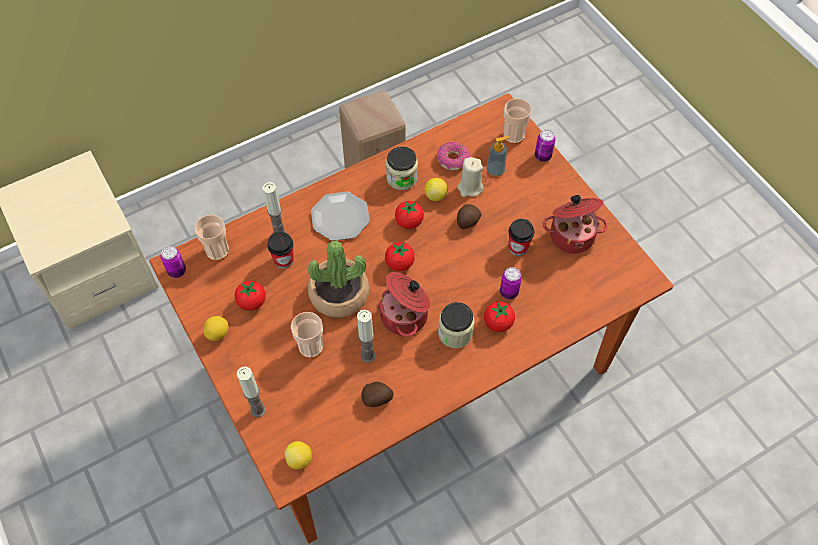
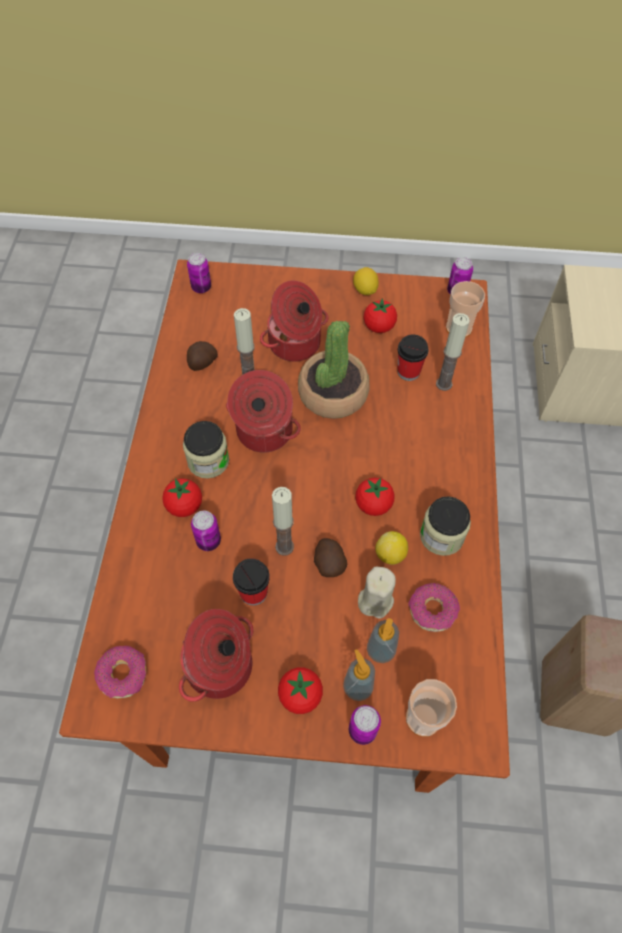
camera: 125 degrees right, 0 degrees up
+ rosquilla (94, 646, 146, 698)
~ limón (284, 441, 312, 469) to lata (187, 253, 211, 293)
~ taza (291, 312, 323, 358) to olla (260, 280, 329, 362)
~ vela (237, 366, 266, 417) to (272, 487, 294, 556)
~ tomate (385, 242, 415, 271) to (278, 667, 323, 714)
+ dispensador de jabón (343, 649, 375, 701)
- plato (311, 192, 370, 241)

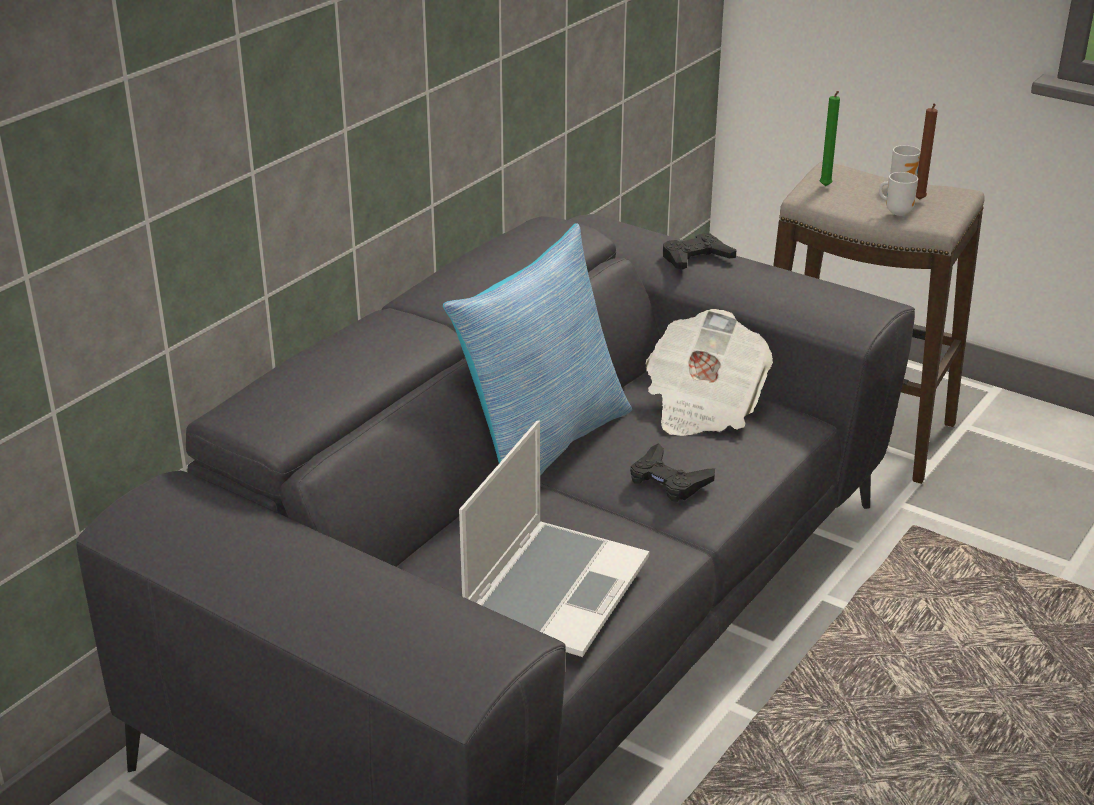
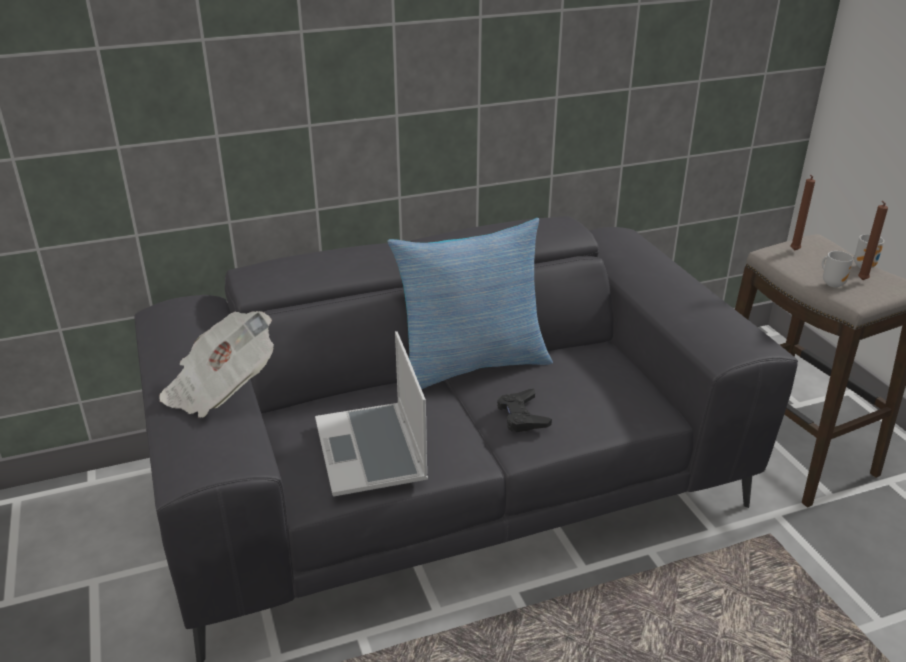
camera: 35 degrees right, 0 degrees up
~ periódico (645, 309, 773, 436) to (159, 311, 274, 418)
~ portátil (459, 420, 649, 657) = (315, 331, 428, 497) 105 degrees clockwise
~ vela [verde] (820, 91, 840, 186) to vela [marrón] (790, 175, 815, 250)
- mando de consola [negro] (663, 233, 736, 270)

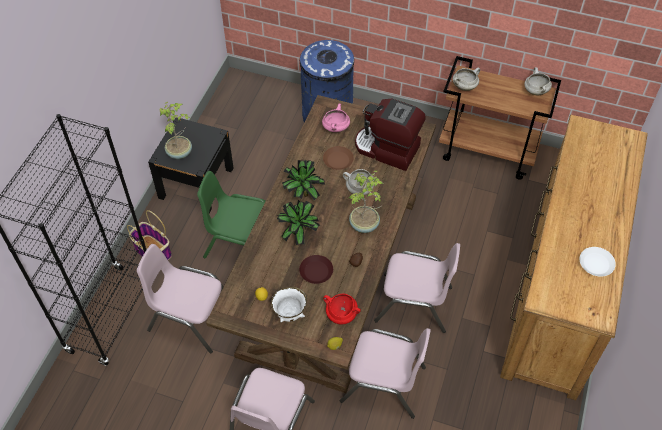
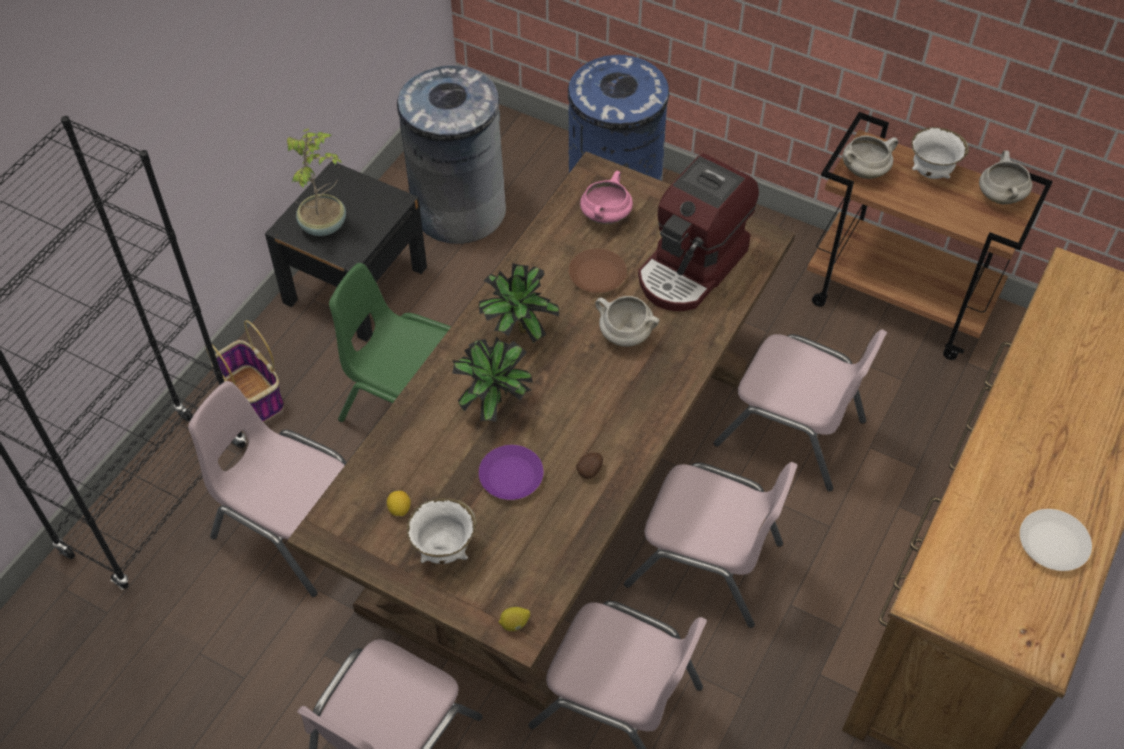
camera: 10 degrees right, 0 degrees up
+ papelera [gris] (397, 65, 506, 244)
~ plato [marrón] (299, 255, 333, 284) to plato [morado] (479, 445, 543, 500)
~ cafetera (355, 99, 426, 171) = (638, 153, 759, 311) 90 degrees counterclockwise
+ silla [rosa] (714, 329, 887, 491)
+ cuenco [blanco] (911, 127, 969, 179)
- olla [rojo] (323, 294, 361, 324)
- planta en maceta (349, 171, 383, 233)

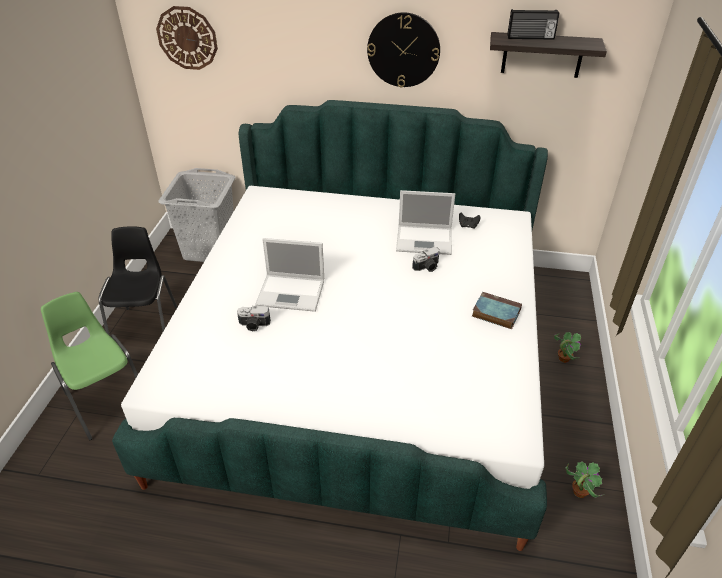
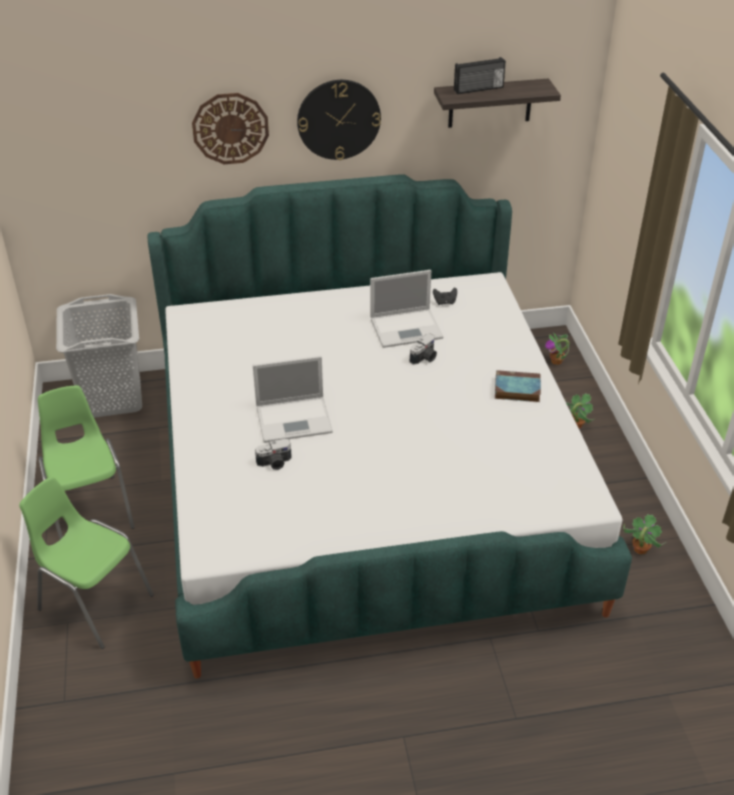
camera: 20 degrees left, 0 degrees up
~ silla [negro] (99, 226, 177, 336) to silla [verde] (38, 385, 135, 540)
~ reloj de pared (156, 6, 218, 70) to (192, 93, 269, 164)
+ planta en maceta (545, 334, 570, 365)

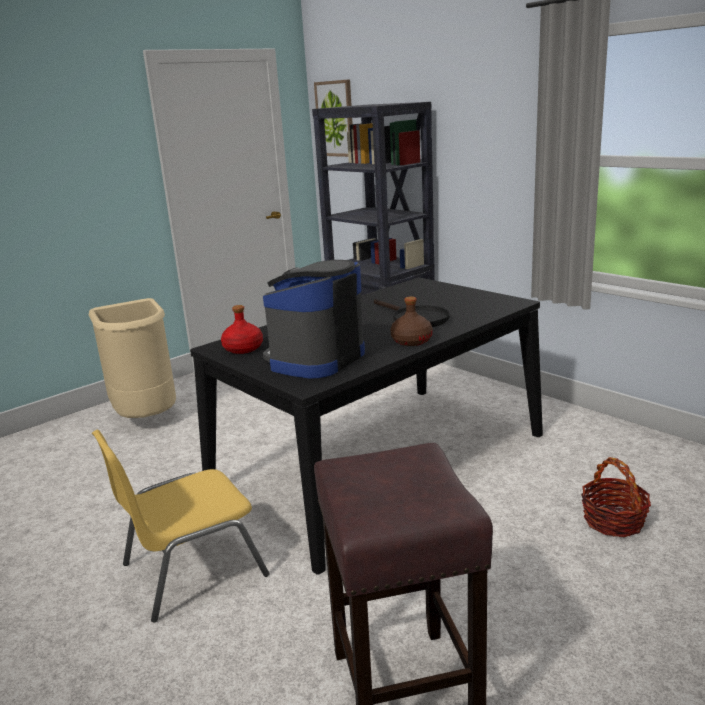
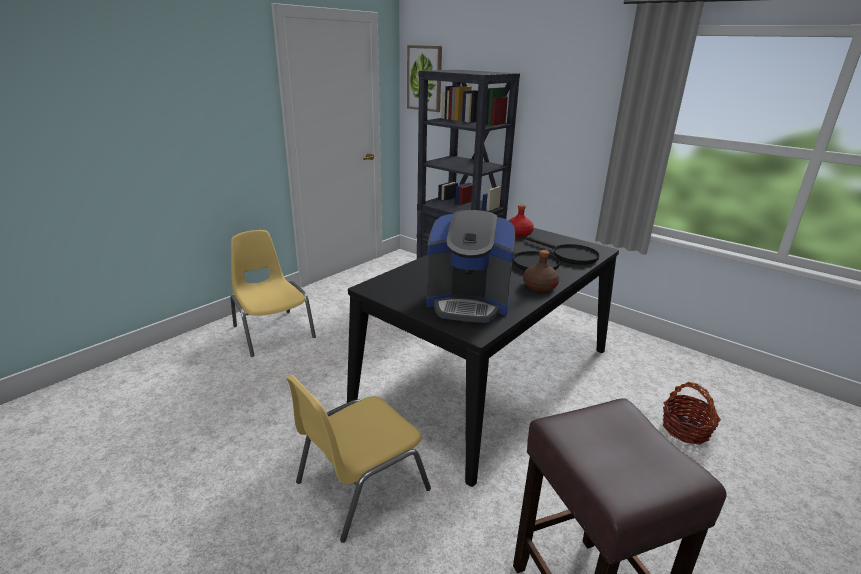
camera: 10 degrees left, 5 degrees up
~ papelera [beis] (89, 298, 176, 418) to silla [amarillo] (230, 230, 316, 357)
~ cafetera (263, 260, 365, 379) = (426, 210, 515, 323) 105 degrees counterclockwise
~ botella [rojo] (221, 305, 263, 354) to (508, 205, 534, 237)
+ sartén [negro] (526, 236, 599, 265)

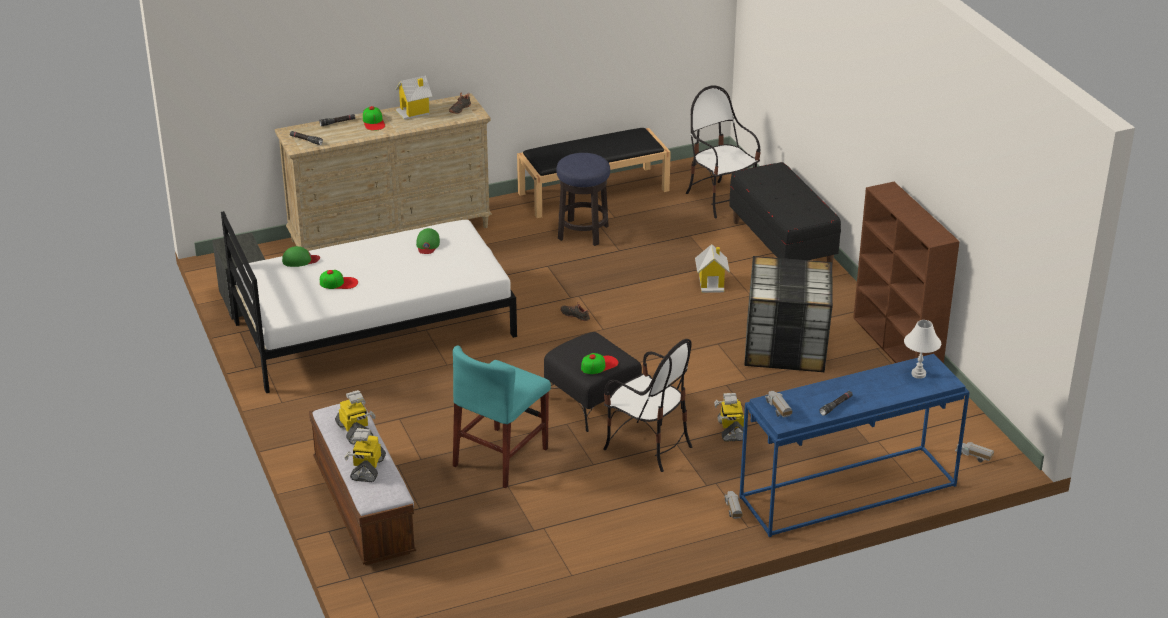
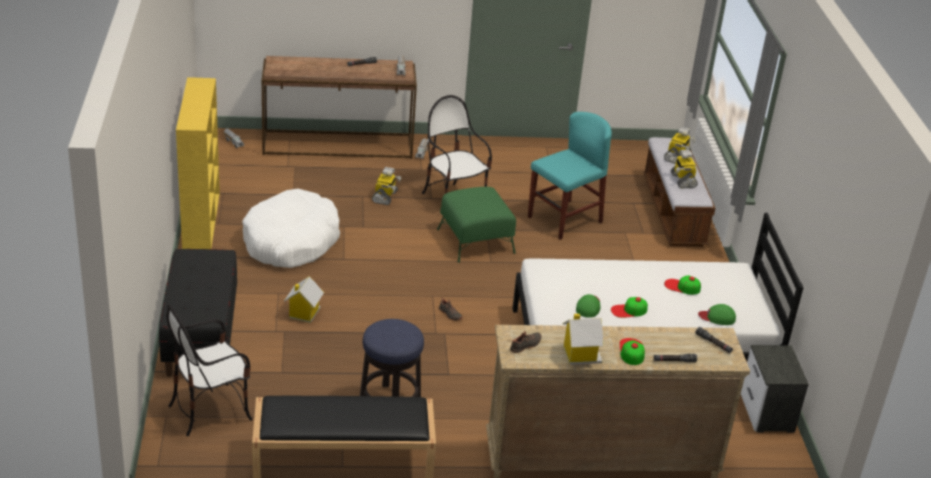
camera: 165 degrees left, 0 degrees up
~ silla (686, 85, 761, 219) = (167, 304, 253, 436) 75 degrees clockwise
~ estantería [marrón] (853, 182, 960, 364) to estantería [amarillo] (176, 77, 220, 249)
~ caja de almacenaje (744, 256, 833, 372) to cama para perro [blanco] (242, 189, 340, 268)
~ mesa consola [azul] (739, 354, 970, 537) to mesa consola [marrón] (262, 56, 417, 159)
~ puf [negro] (544, 332, 642, 432) to puf [verde] (437, 187, 516, 263)
~ gorra (581, 353, 618, 374) to (611, 297, 648, 318)
- lámpara de mesa [blanco] (904, 320, 941, 379)

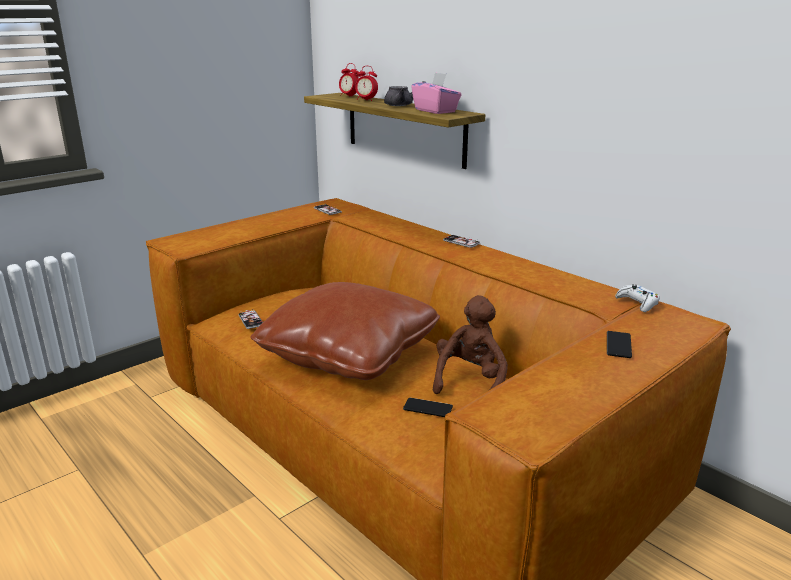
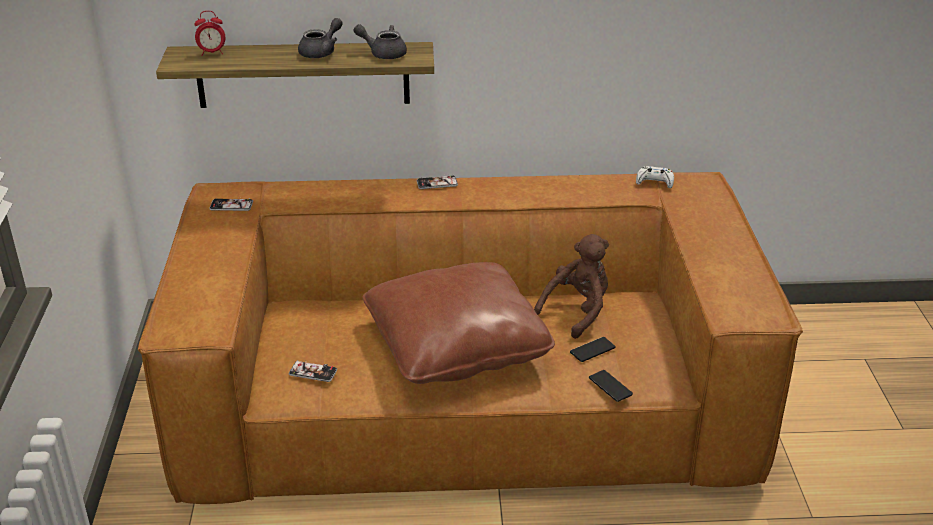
camera: 50 degrees left, 10 degrees up
~ caja de pañuelos [rosa] (411, 72, 462, 114) to tetera [gris] (353, 24, 407, 59)
~ peluche [marrón] (433, 295, 508, 394) = (534, 234, 609, 339) 75 degrees clockwise
~ móvil (607, 331, 632, 358) to (589, 370, 633, 402)
- despertador (355, 66, 378, 101)

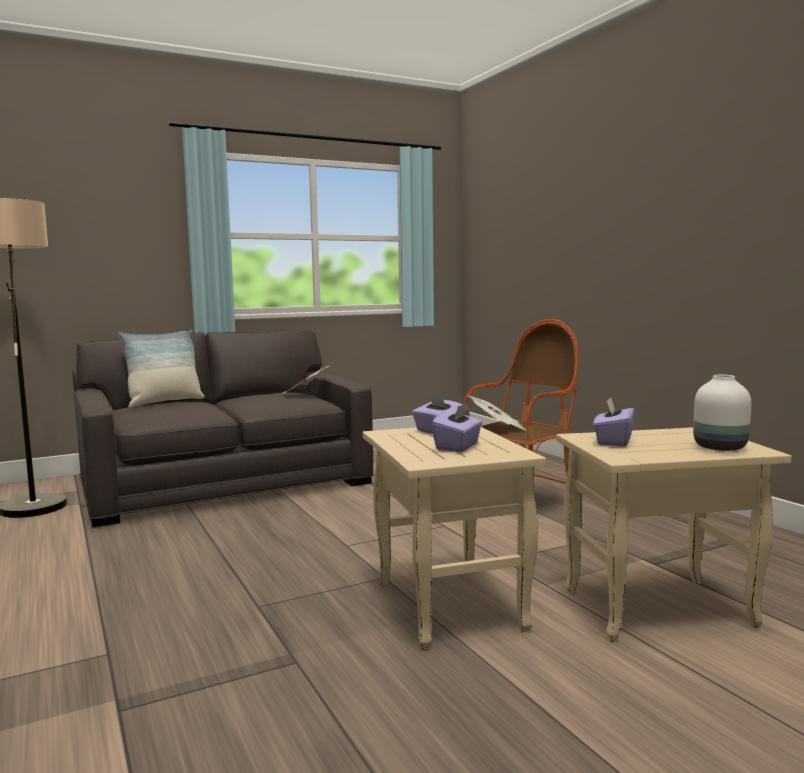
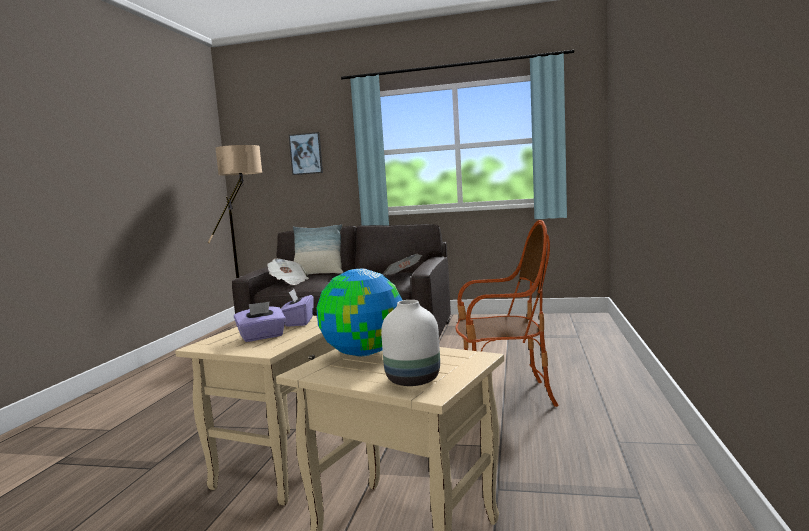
camera: 40 degrees right, 0 degrees up
~ periódico (467, 395, 527, 431) to (267, 259, 309, 285)
+ cuadro (289, 132, 323, 175)
~ caja de pañuelos [morado] (594, 398, 635, 447) to globo terráqueo (316, 269, 402, 356)

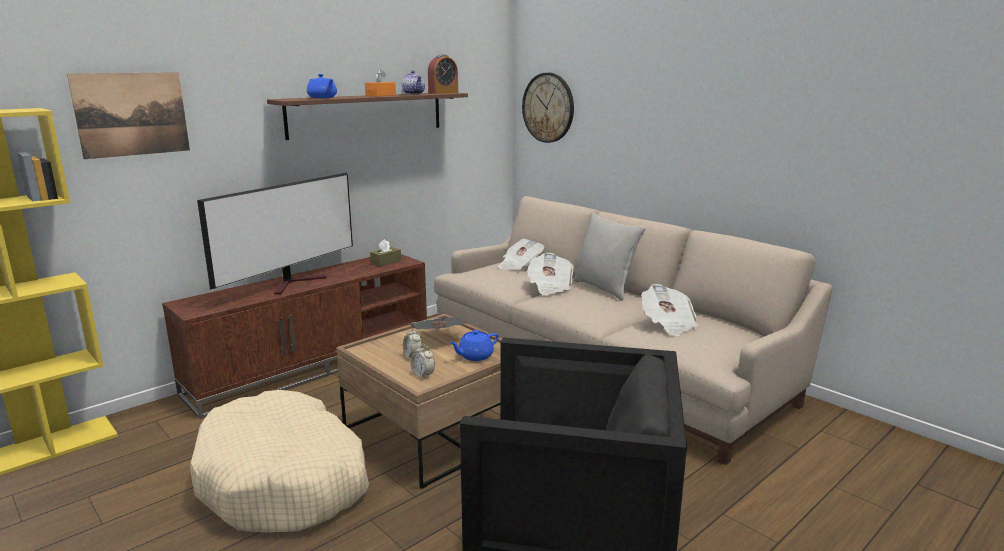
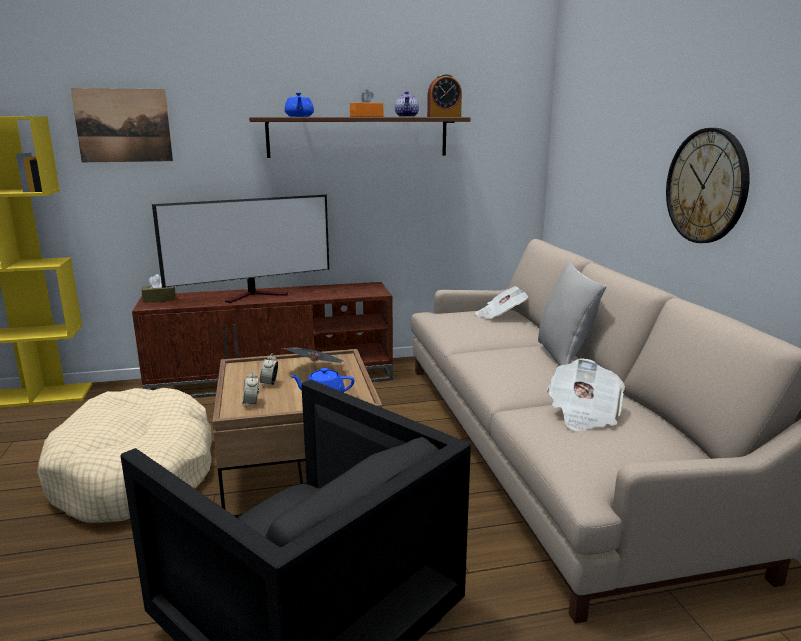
camera: 30 degrees right, 0 degrees up
~ caja de pañuelos [marrón] (370, 239, 401, 267) to (142, 274, 175, 303)
~ reloj de pared (522, 73, 574, 143) to (666, 128, 750, 243)
- periódico (526, 253, 574, 295)

